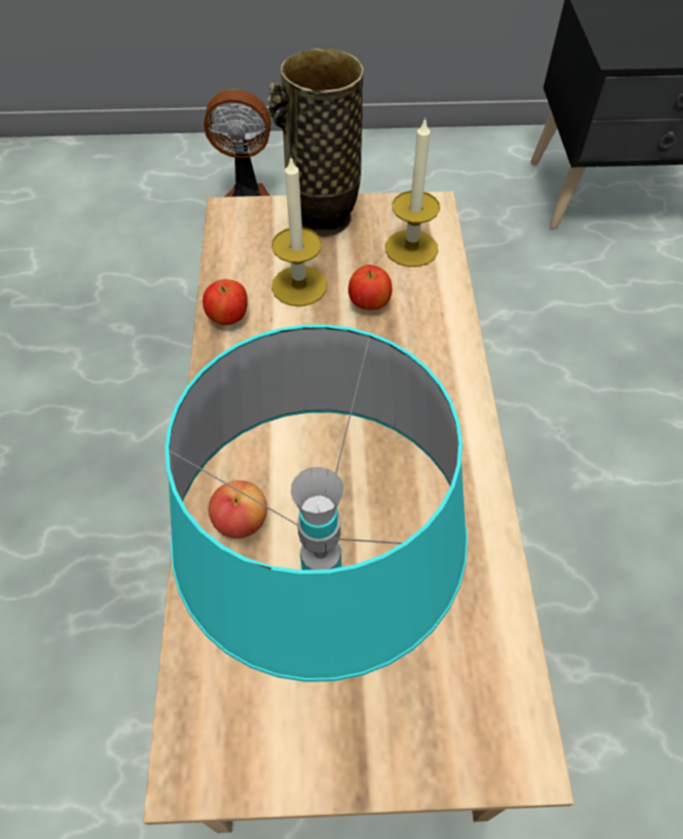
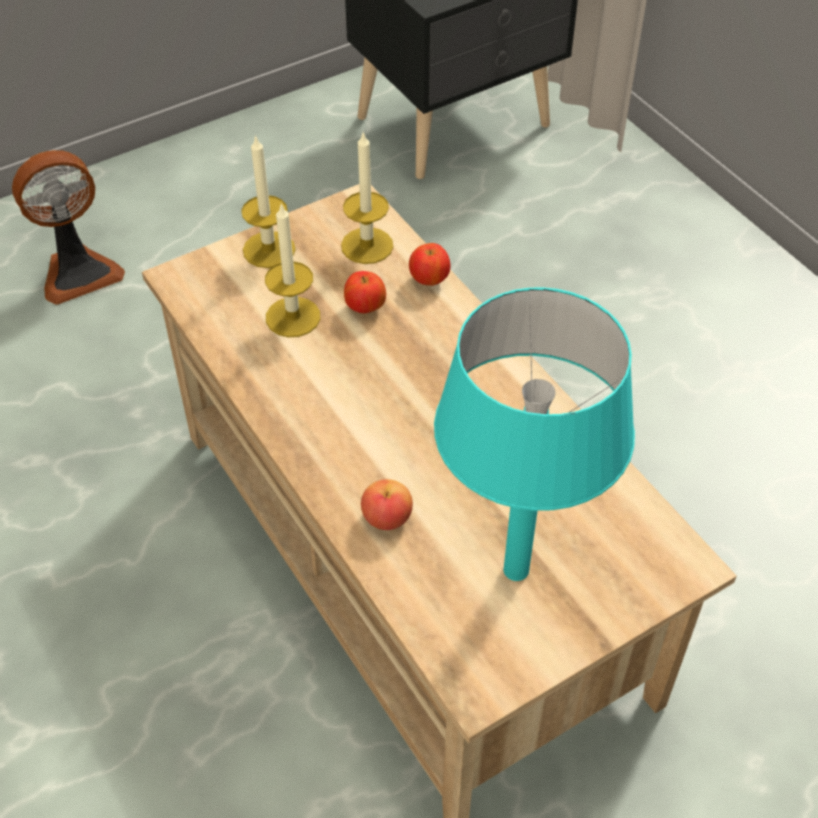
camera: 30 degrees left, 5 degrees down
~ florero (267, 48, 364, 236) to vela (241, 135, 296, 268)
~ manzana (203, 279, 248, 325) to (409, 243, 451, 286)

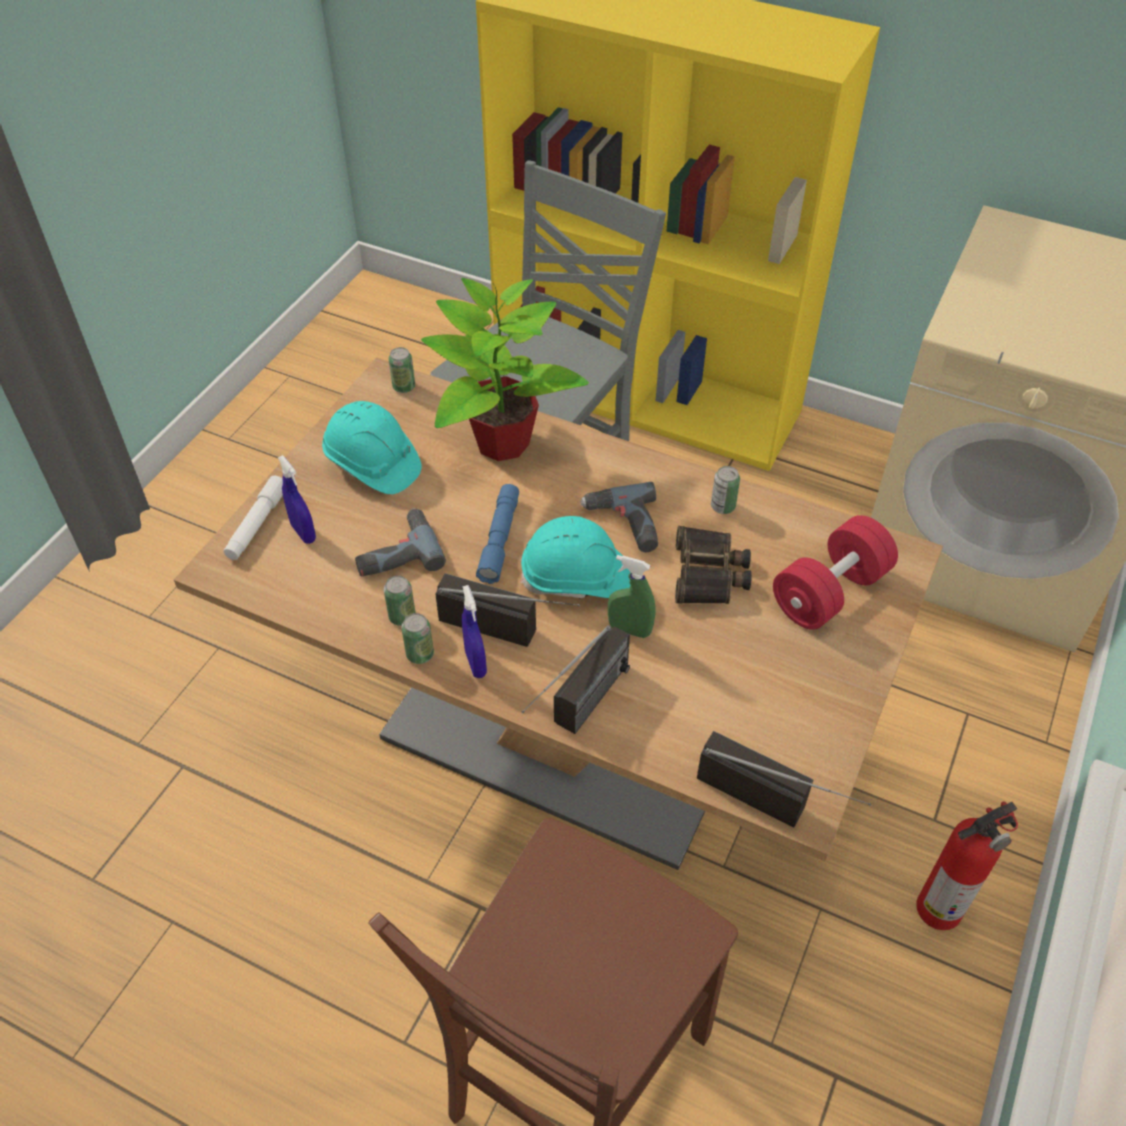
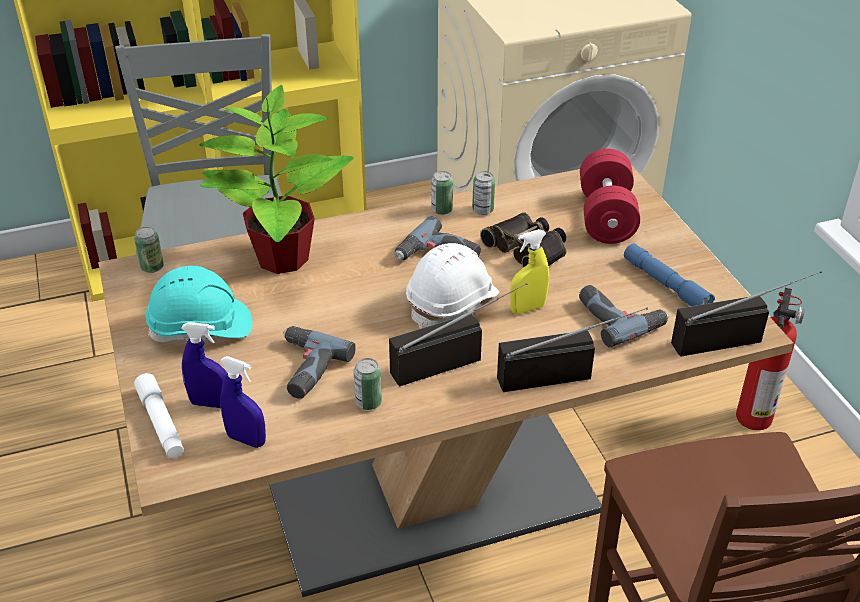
camera: 45 degrees left, 10 degrees down
~ pulverizador [azul] (462, 585, 487, 678) to (220, 356, 266, 448)
~ casco [turquesa] (520, 516, 630, 599) to casco [blanco] (406, 243, 499, 329)
~ lata (402, 613, 434, 664) to (431, 171, 453, 215)
~ radio (521, 625, 630, 734) = (497, 307, 648, 392) 90 degrees counterclockwise
~ pulverizador [verde] (608, 555, 655, 638) to pulverizador [amarillo] (510, 229, 549, 314)
+ taladro (579, 285, 669, 347)
~ linterna [azul] (476, 484, 519, 584) to (624, 243, 715, 306)

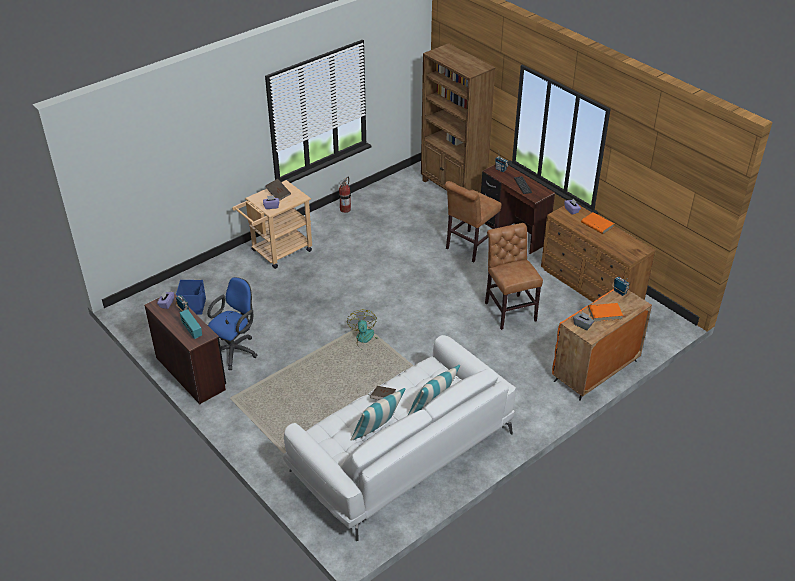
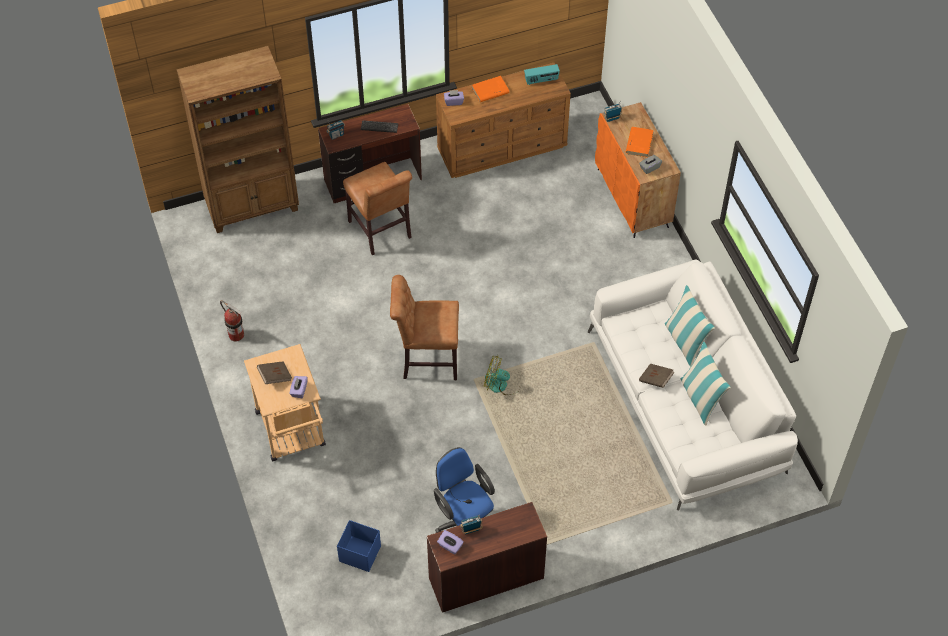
camera: 70 degrees left, 15 degrees up
~ silla [marrón] (485, 223, 543, 330) to (390, 275, 459, 380)
~ radio (180, 309, 202, 339) to (524, 64, 560, 85)

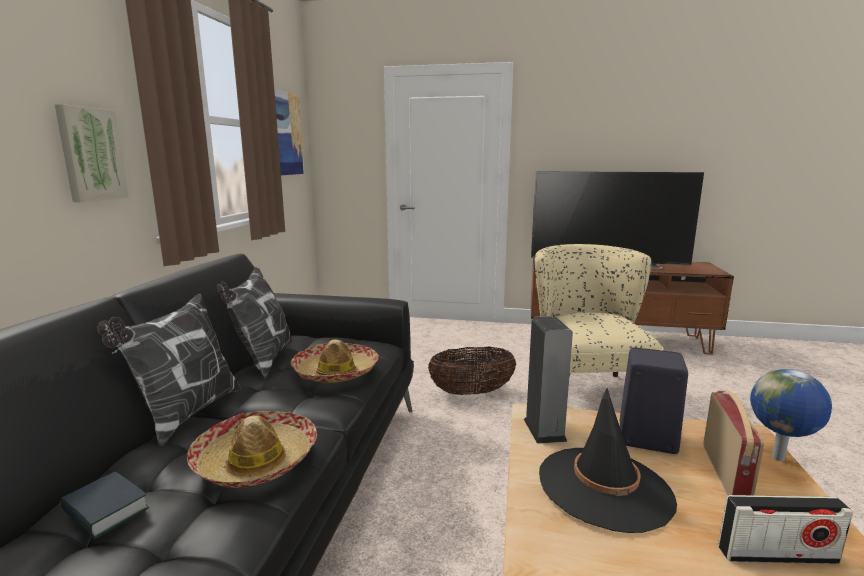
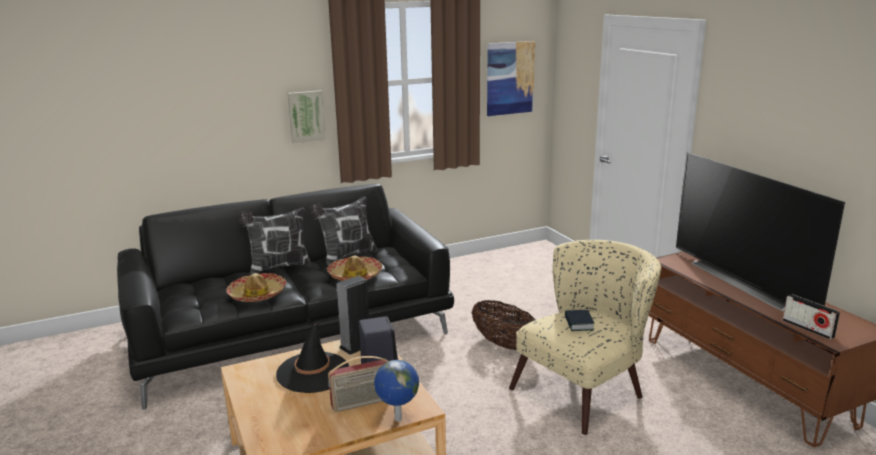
camera: 55 degrees right, 5 degrees up
~ libro (60, 472, 149, 539) to (565, 310, 594, 331)
~ radio (718, 495, 853, 564) to (783, 294, 840, 339)

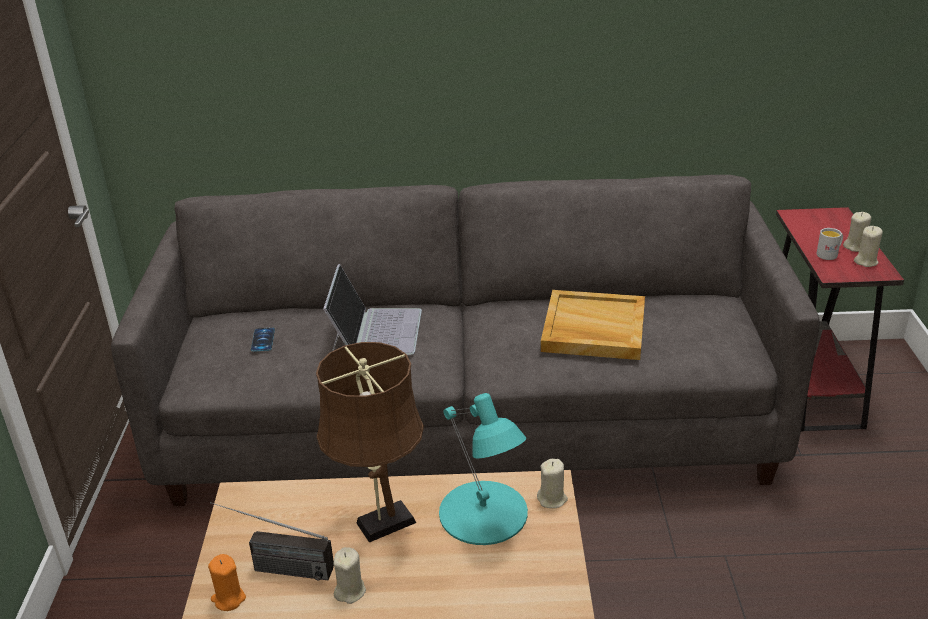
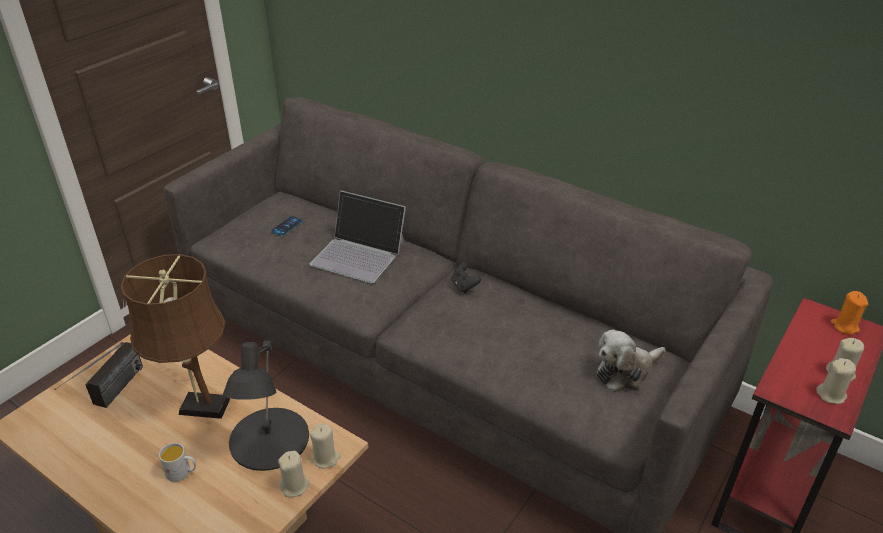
camera: 35 degrees right, 5 degrees up
~ radio (210, 502, 334, 581) = (54, 342, 143, 408) 120 degrees counterclockwise
~ taza grande [blanco] (816, 228, 843, 260) to (159, 443, 196, 482)
~ lámpara de mesa [turquesa] (439, 393, 528, 545) to lámpara de mesa [negro] (223, 341, 309, 471)
~ vela [beis] (334, 547, 366, 604) to (278, 451, 310, 497)
~ portátil (323, 264, 422, 355) = (309, 191, 406, 283) 75 degrees clockwise
+ mando de consola [negro] (451, 262, 481, 293)
+ peluche (596, 329, 665, 392)
~ vela [naranja] (208, 554, 246, 611) to (831, 291, 868, 335)
- bandeja [beis] (541, 290, 645, 360)

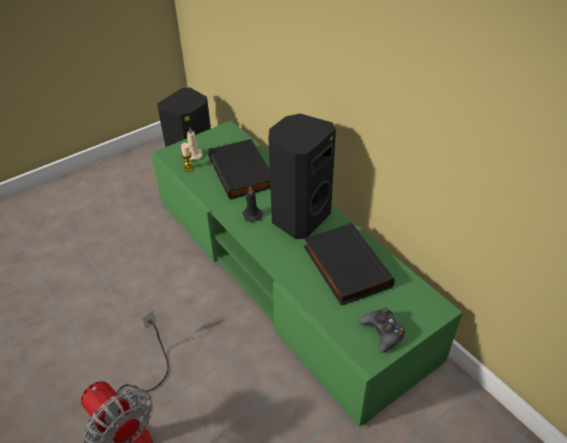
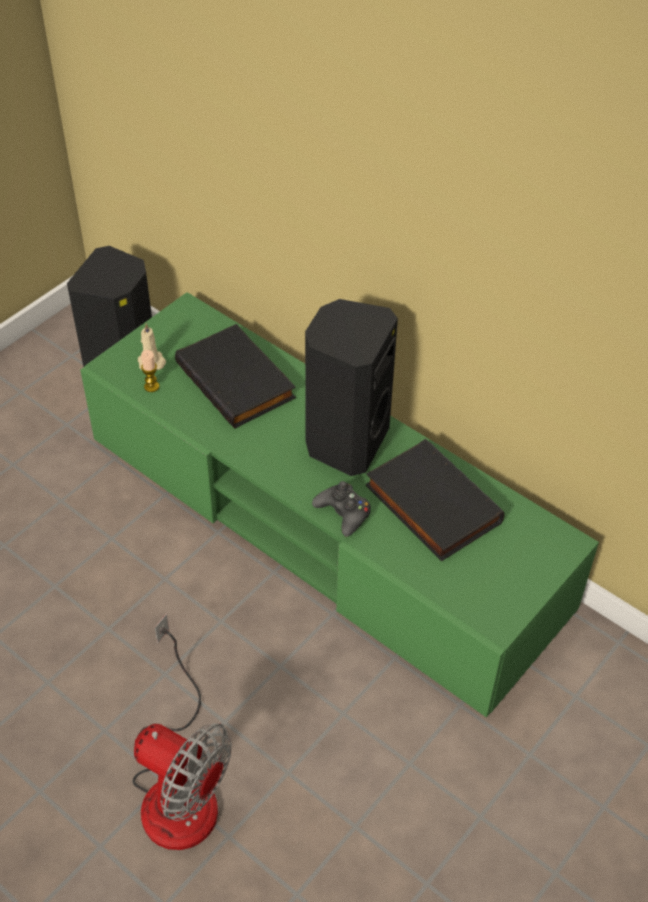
camera: 15 degrees left, 5 degrees up
~ mando de consola [negro] (359, 308, 405, 353) to (312, 481, 371, 537)
- vela [negro] (242, 186, 263, 222)

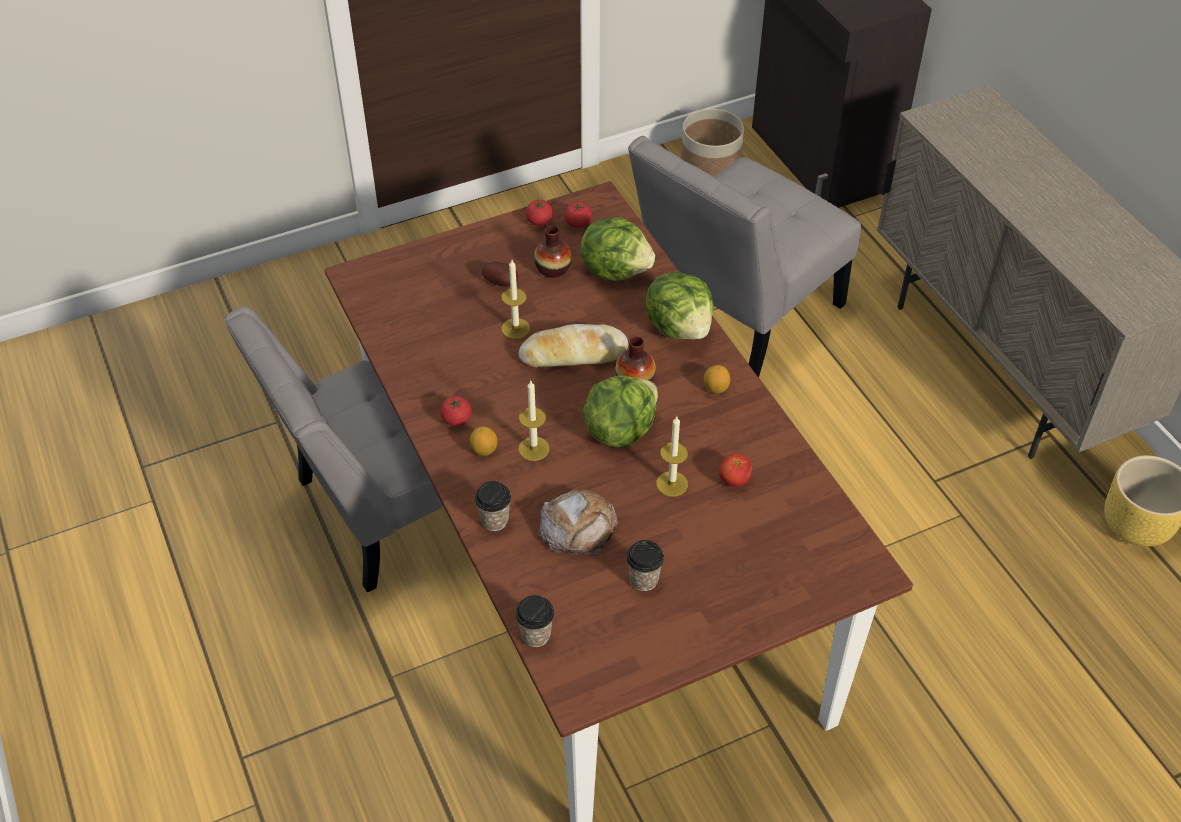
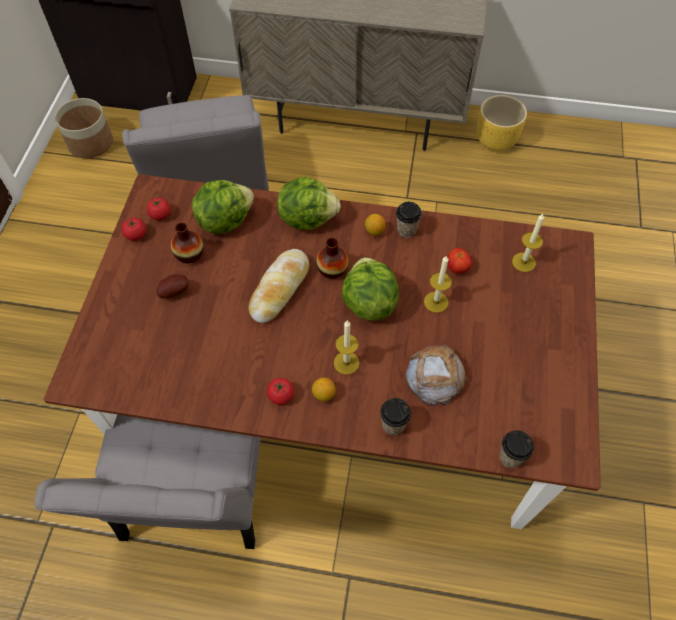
camera: 55 degrees left, 10 degrees up
~ taza (627, 540, 664, 591) to (396, 202, 422, 238)
~ vela (501, 260, 530, 339) to (512, 214, 544, 272)

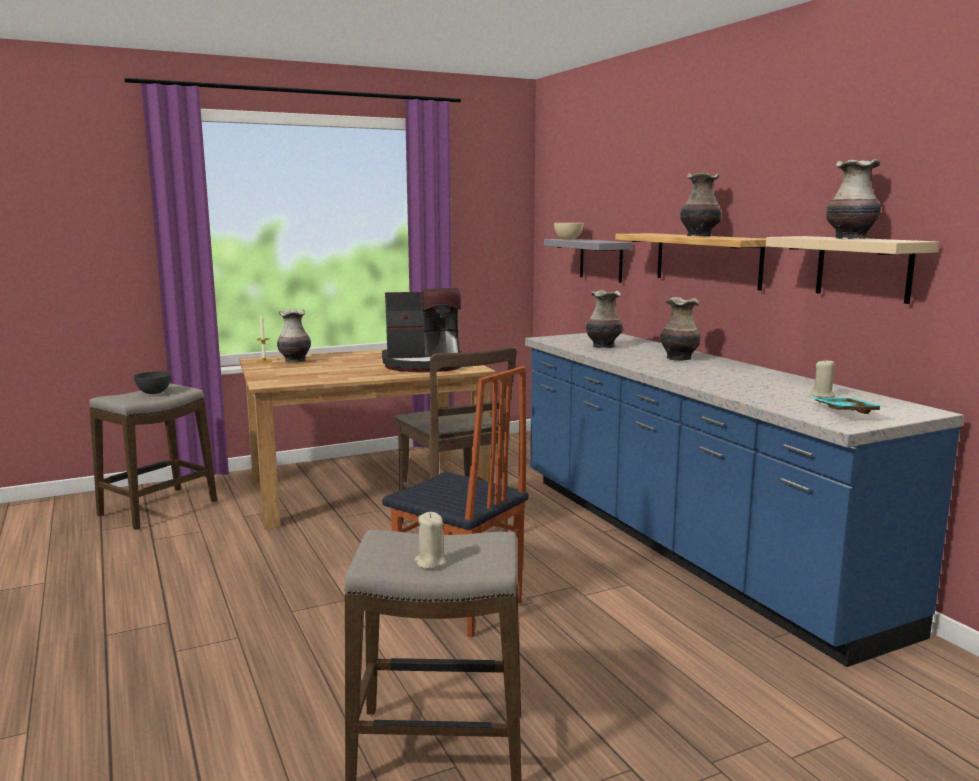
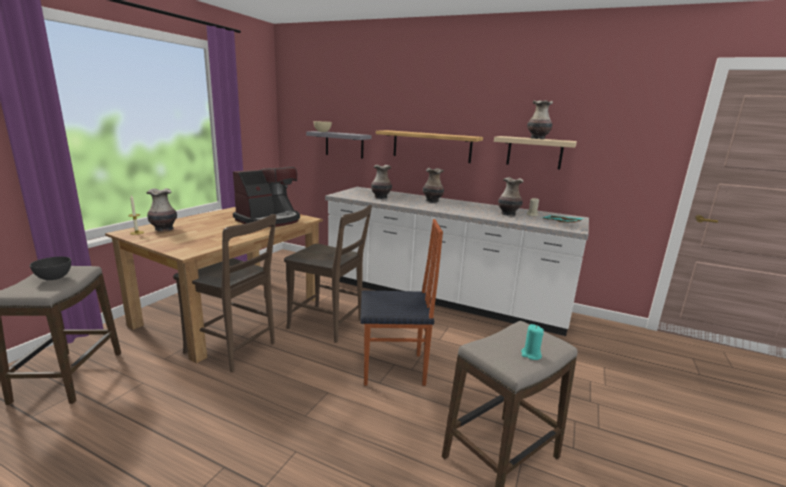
camera: 40 degrees left, 5 degrees up
+ silla [marrón] (173, 214, 276, 372)
~ mueble bajo de cocina [azul] (525, 333, 964, 667) to mueble bajo de cocina [blanco] (325, 187, 589, 336)
~ florero (680, 173, 721, 236) to (498, 177, 524, 216)
~ vela [beis] (415, 512, 446, 569) to vela [turquesa] (521, 324, 544, 360)

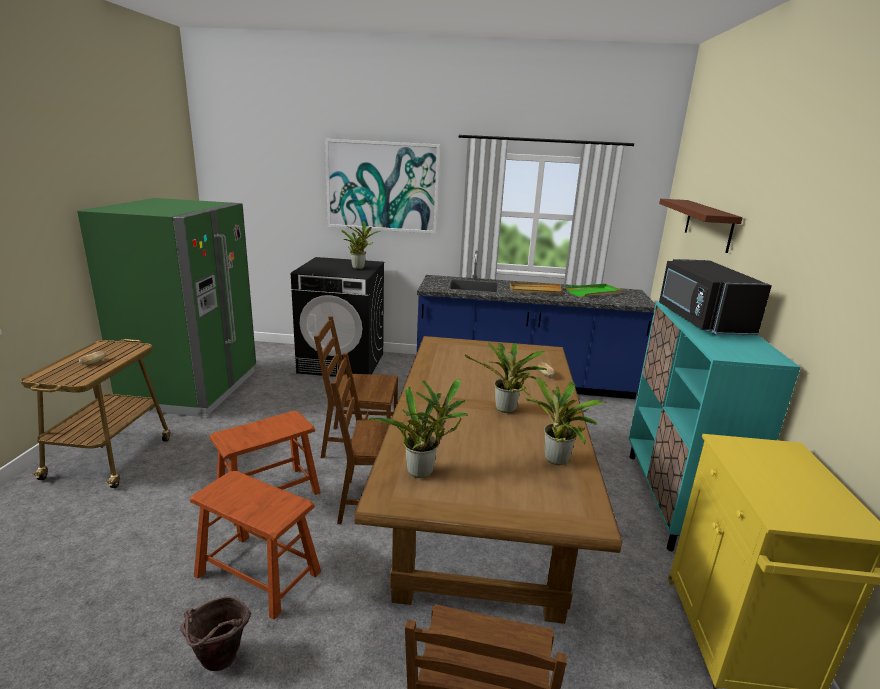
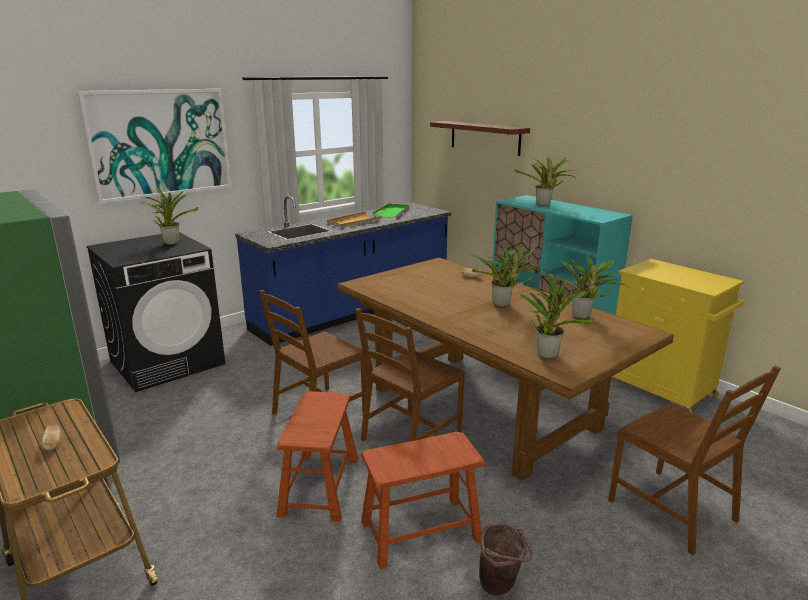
camera: 45 degrees left, 0 degrees up
~ microondas [negro] (659, 259, 772, 335) to planta en maceta (515, 157, 576, 206)

